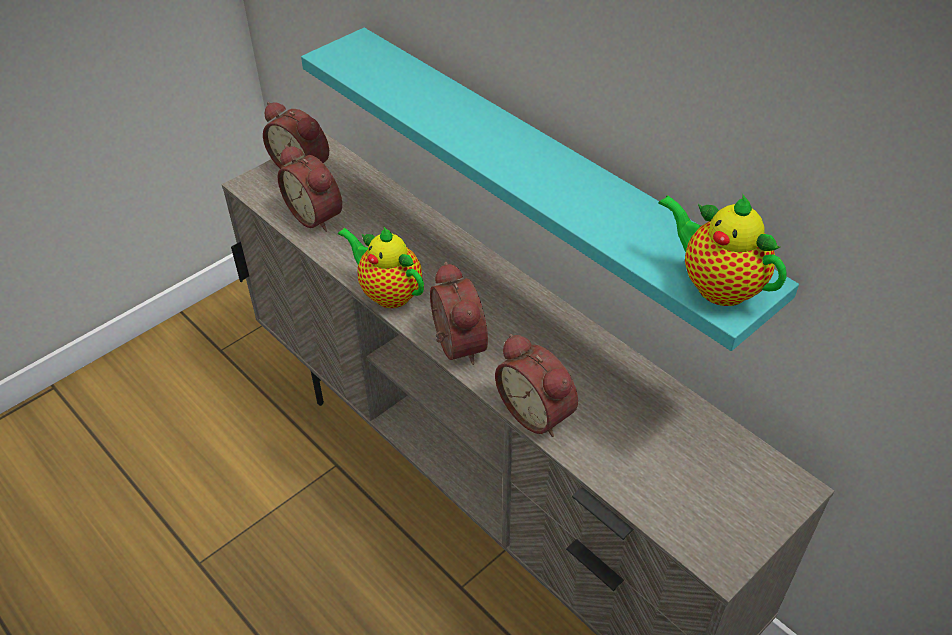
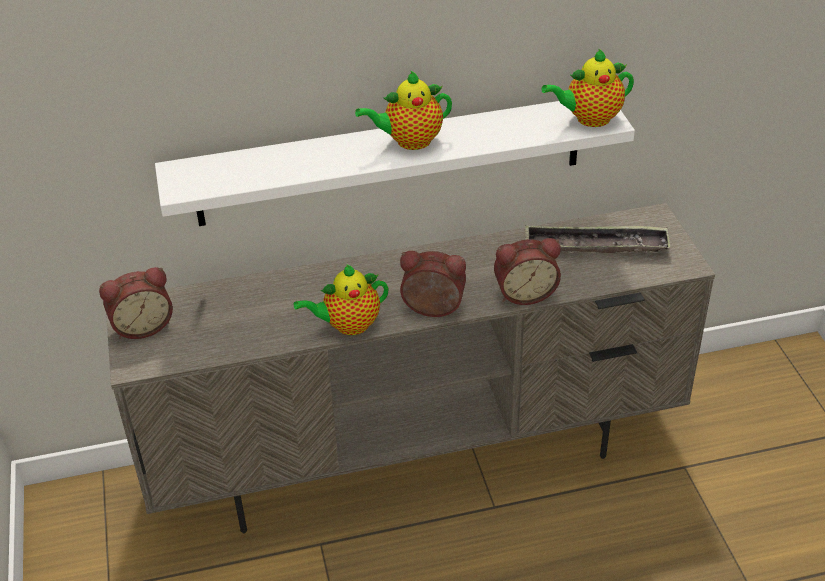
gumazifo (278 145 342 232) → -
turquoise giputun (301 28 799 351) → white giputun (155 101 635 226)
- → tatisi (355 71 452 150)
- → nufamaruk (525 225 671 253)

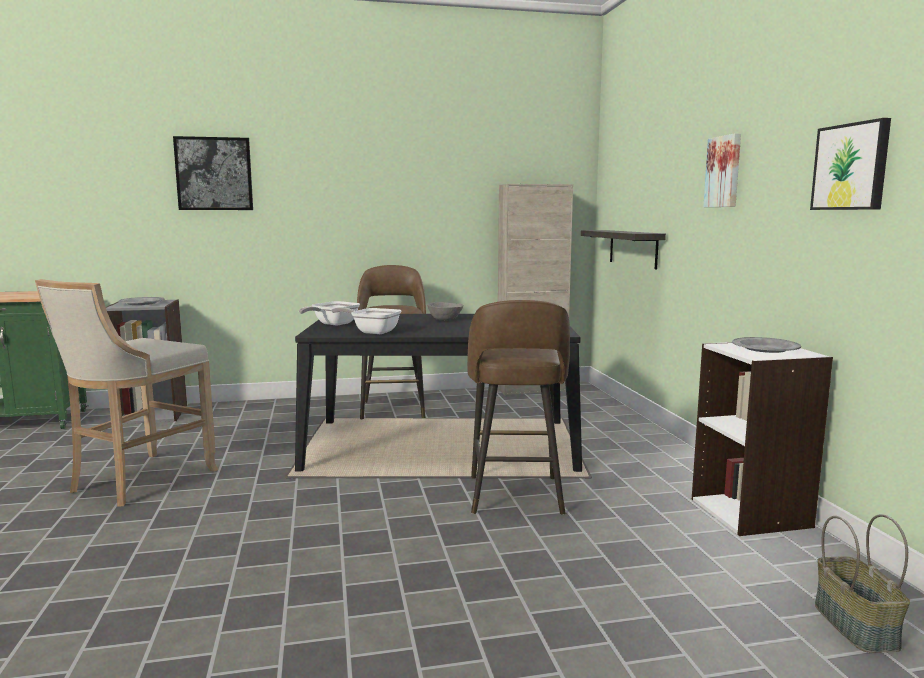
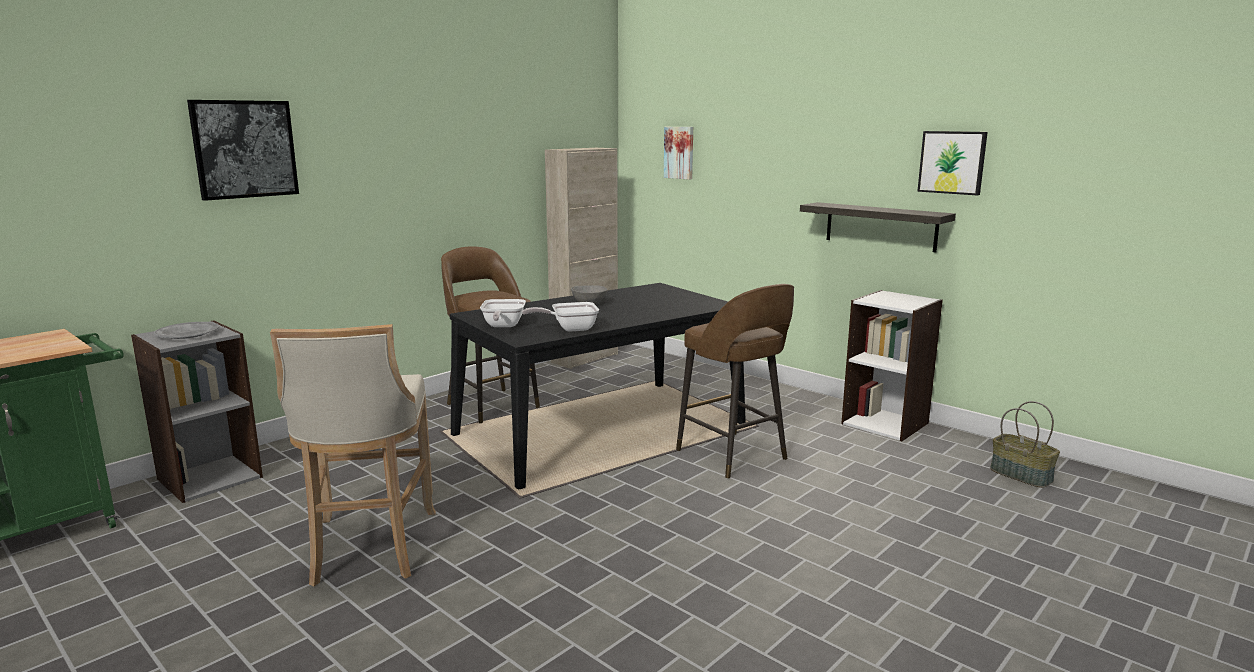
giputun (581 230 666 270) → giputun (800 202 956 253), relocated
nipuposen (703 133 741 207) → nipuposen (664 127 693 180), relocated
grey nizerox (732 337 801 353) → -

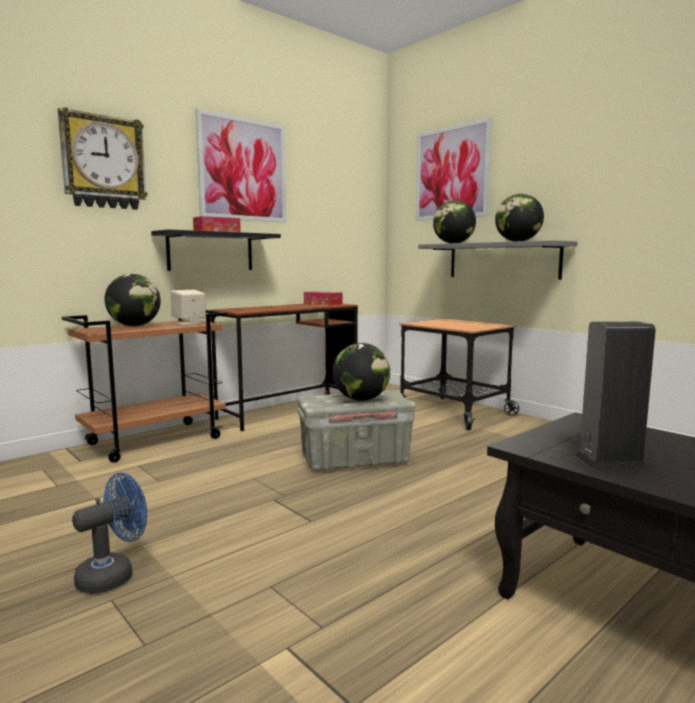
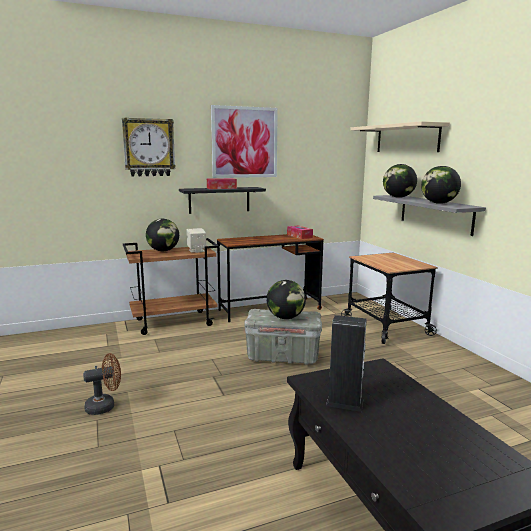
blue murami (72 473 147 594) → brown murami (83 353 121 415)
nipuposen (416 118 492 221) → beige giputun (350 121 450 152)

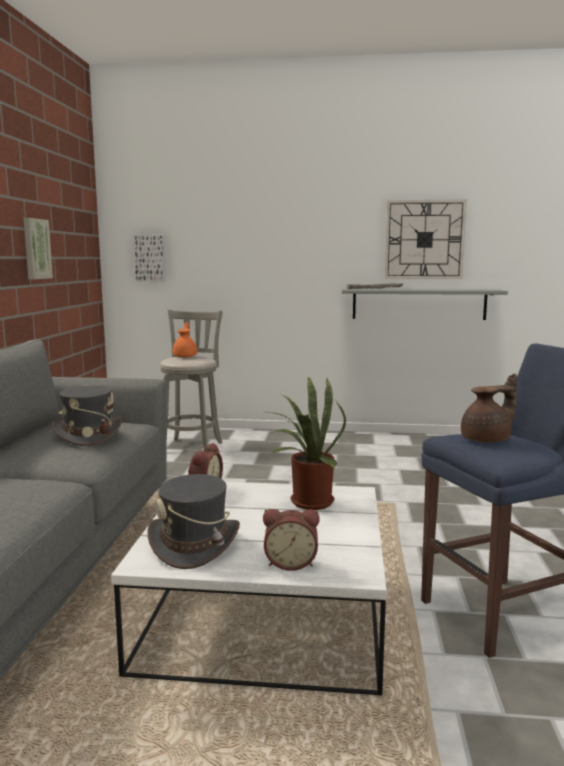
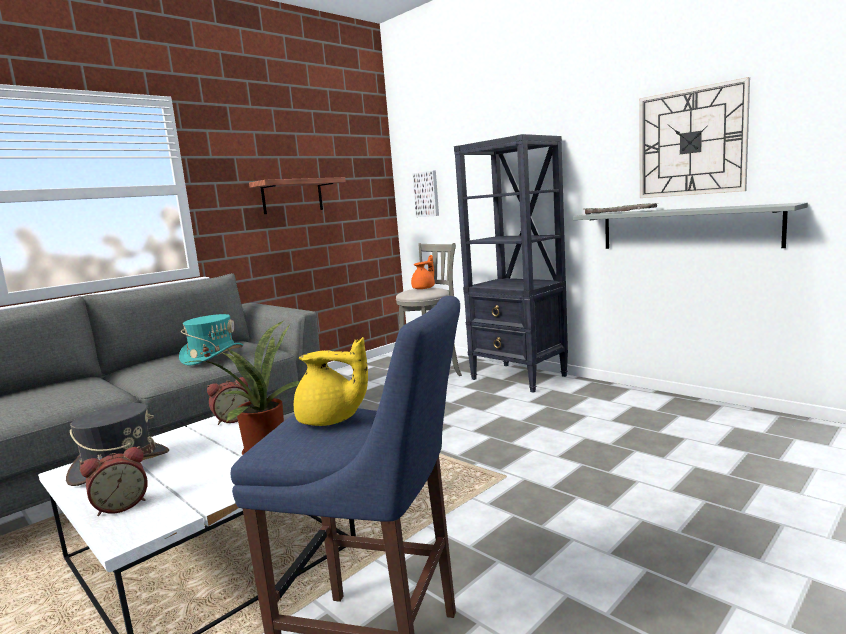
nipuposen (23 218 53 279) → giputun (249 177 346 214)
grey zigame (51 385 123 446) → turquoise zigame (179 314 243 366)
gumazifo (263 509 320 571) → gumazifo (80 446 148 516), 75 degrees counterclockwise
brown tatisi (461 374 517 443) → yellow tatisi (294 337 368 426)
- → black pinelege (454 134 568 393)

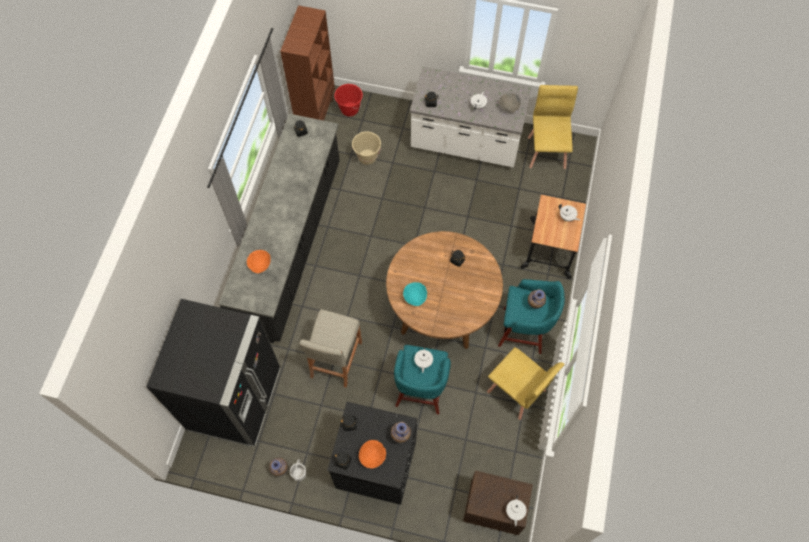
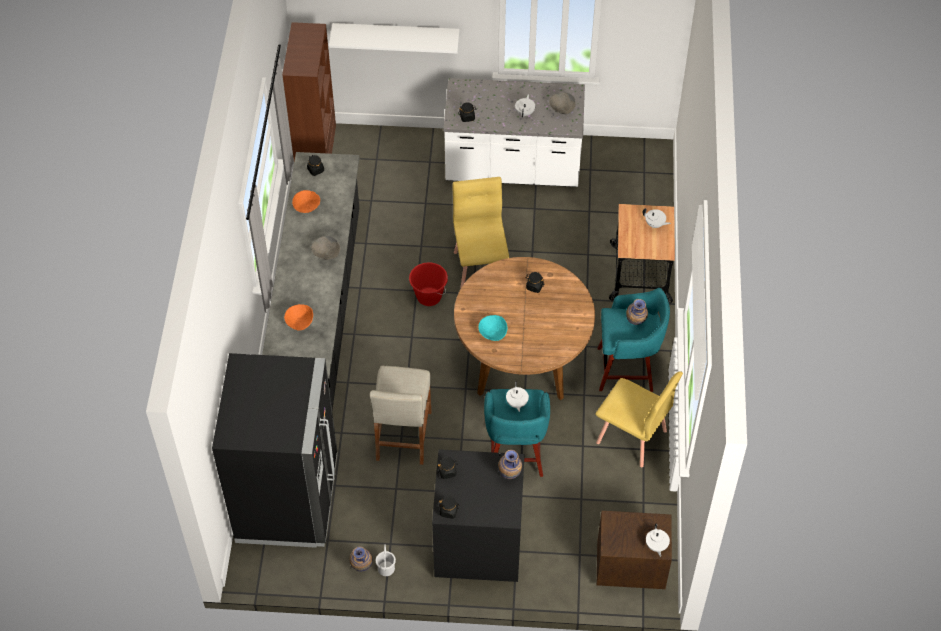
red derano (334 84 363 116) → red derano (409 262 448 306), relocated
beige derano (352 132 381 165) → -
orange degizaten (359 440 386 468) → orange degizaten (292 190 320 213), relocated
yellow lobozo (528 85 578 169) → yellow lobozo (452 177 509 289), relocated
- → grey degizaten (311 236 340 260)
- → white giputun (329 23 460 54)

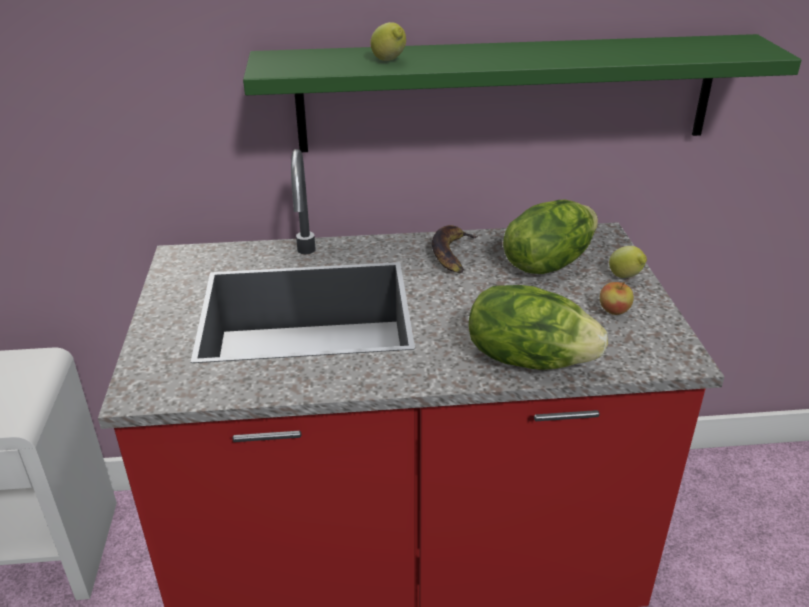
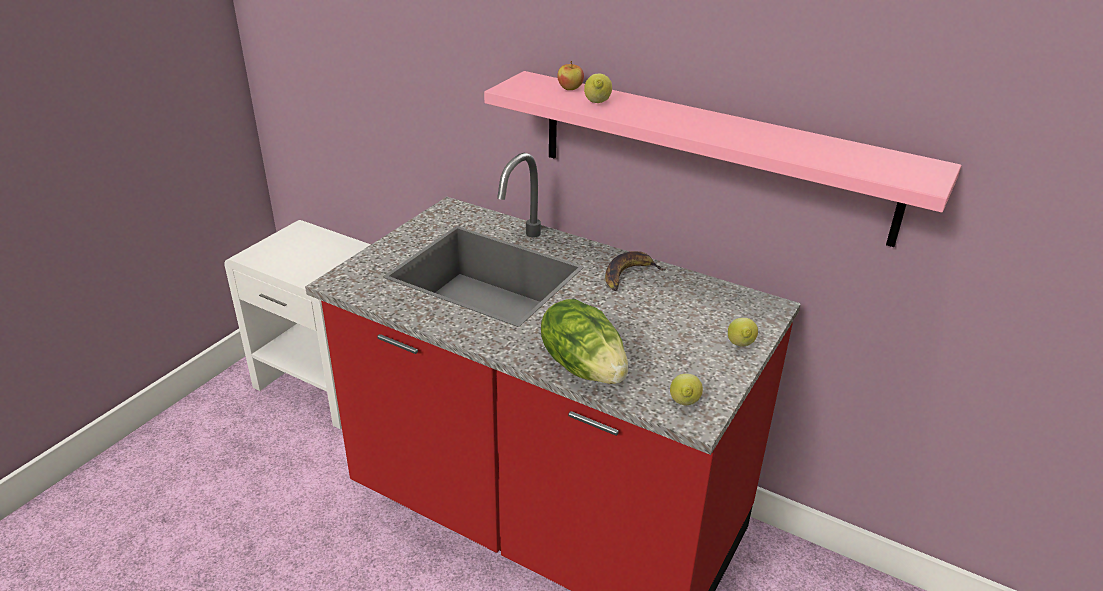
green giputun (243 34 801 152) → pink giputun (484 71 961 247)
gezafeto (503 199 598 274) → -
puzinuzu (600 282 634 315) → puzinuzu (557 61 584 90), relocated
- → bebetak (670 374 703 405)

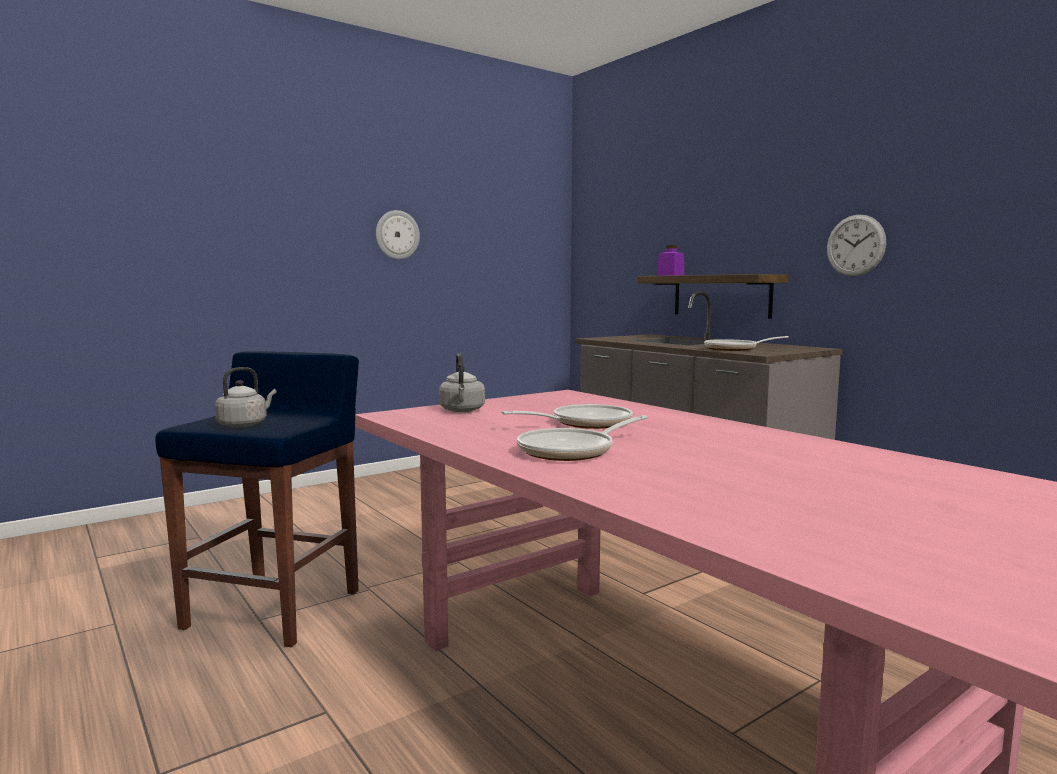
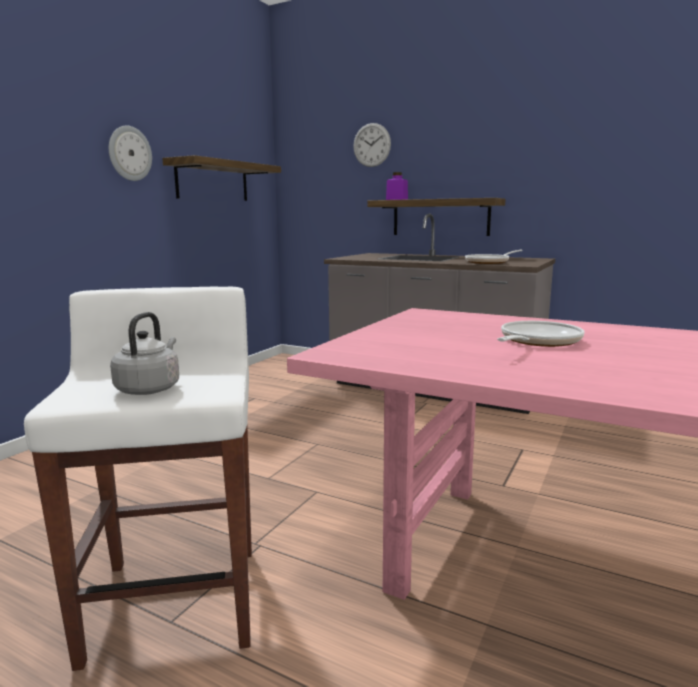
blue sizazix (155 351 359 647) → white sizazix (24 287 252 671)
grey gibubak (439 353 485 412) → -
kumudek (517 415 648 461) → -
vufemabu (827 215 886 277) → vufemabu (353 123 391 167), relocated
- → giputun (162 155 281 201)

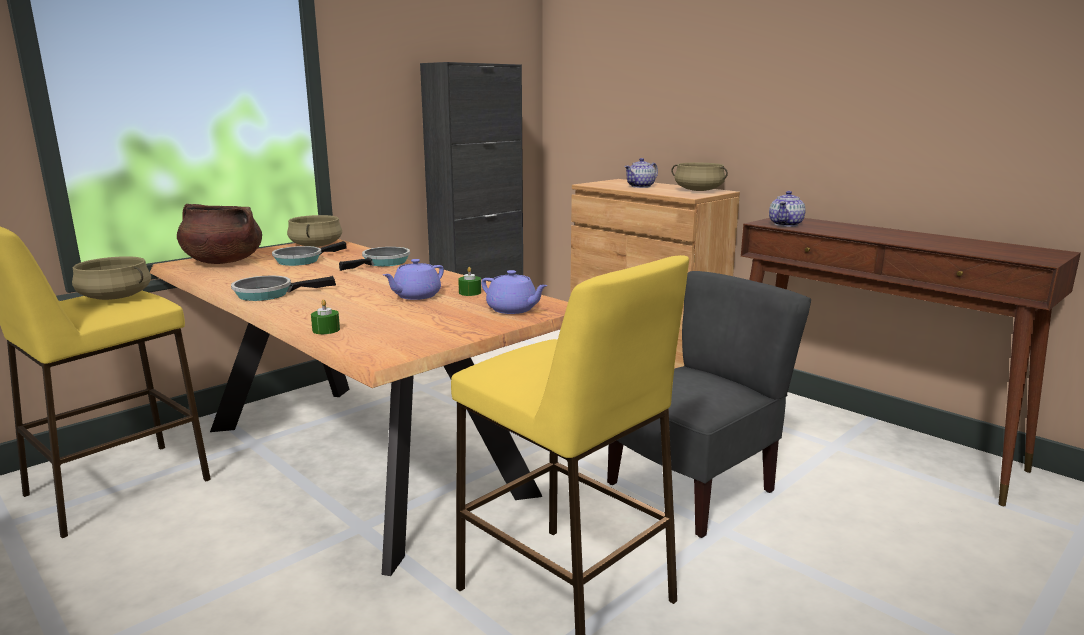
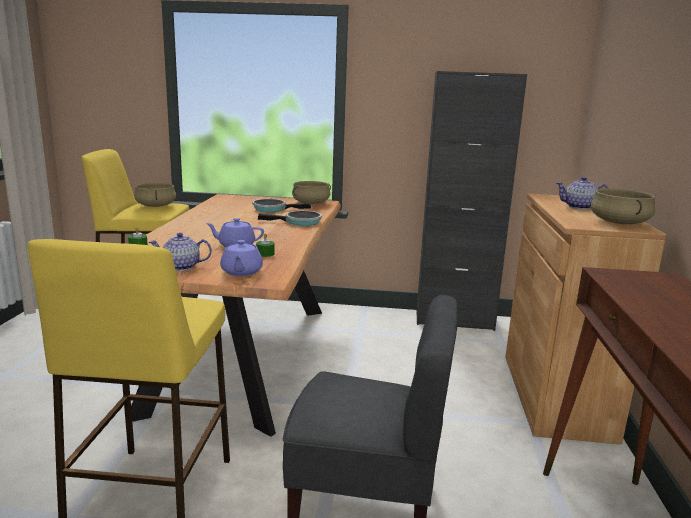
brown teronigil (177 204 262 264) → -
kumudek (231 276 336 301) → -
tatisi (769 191 806 227) → tatisi (149 233 212 271), relocated

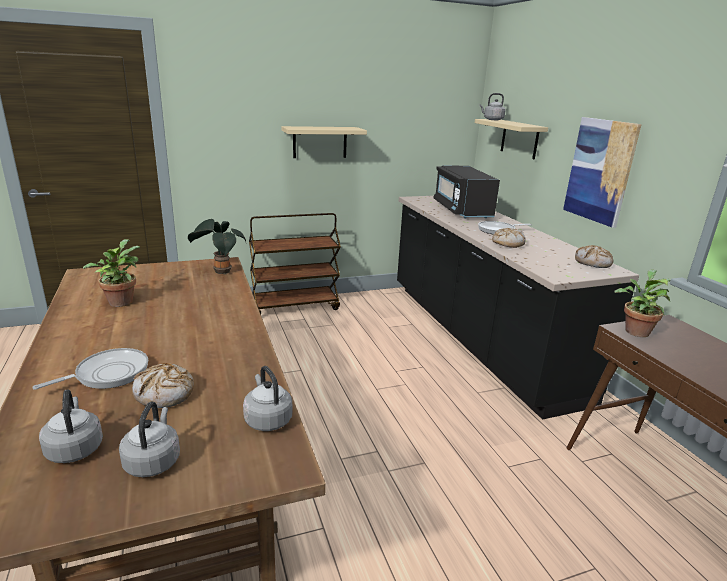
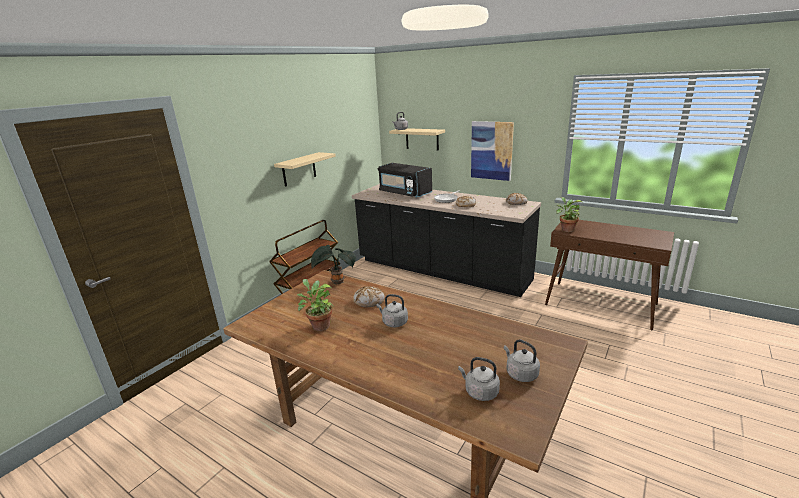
kumudek (32 348 148 390) → -
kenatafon (132 363 194 408) → kenatafon (353 286 385 308), relocated
grey gibubak (243 366 292 431) → grey gibubak (376 294 408 327), relocated

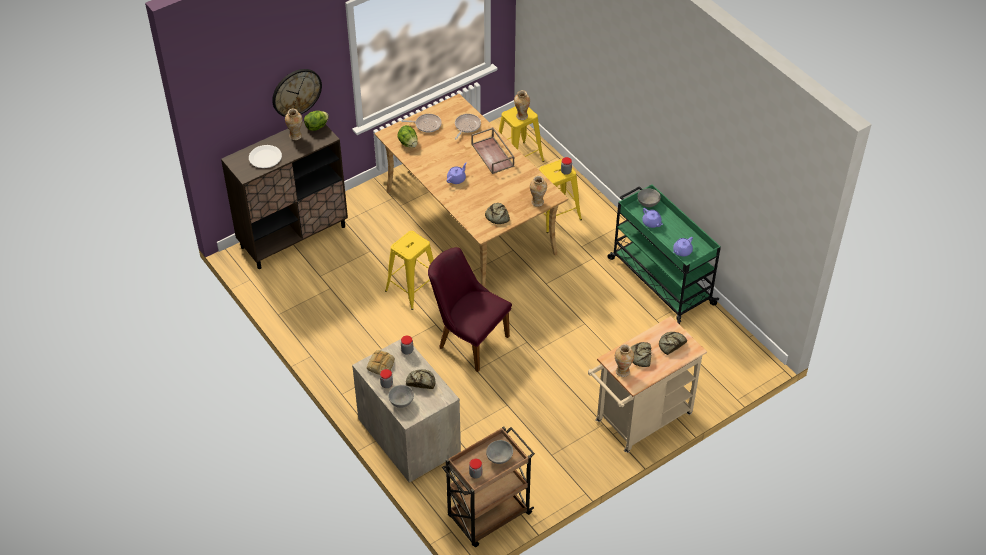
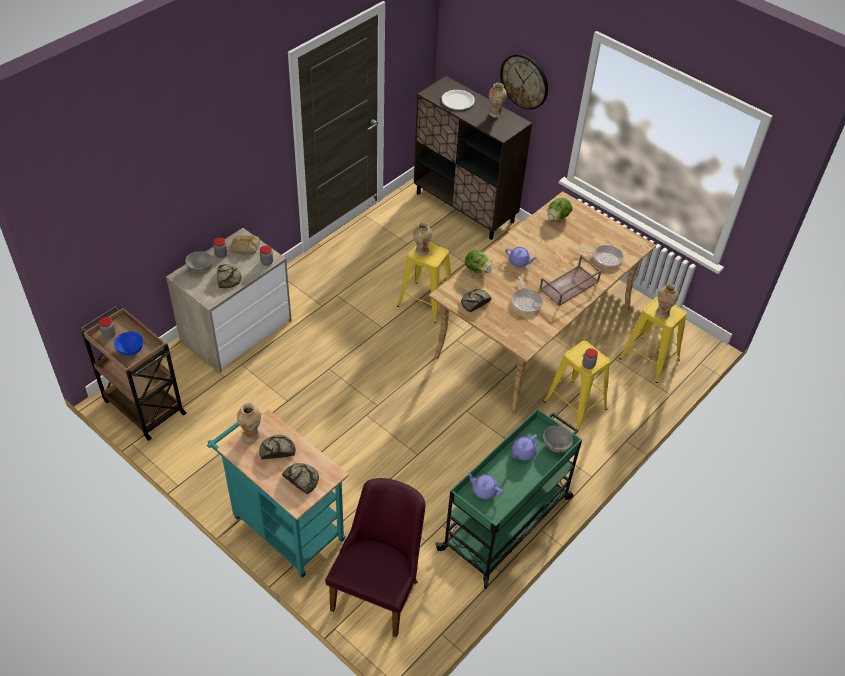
gezafeto (304 111 329 131) → gezafeto (465 250 492 273), relocated
kumudek (401 114 442 133) → kumudek (511 276 543 313), relocated
purple lobozo (428 247 512 372) → purple lobozo (325 478 425 638), relocated
grey degizaten (486 440 513 464) → blue degizaten (114 331 143 355)
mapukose (530 176 547 207) → mapukose (413 222 432 256), relocated
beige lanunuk (588 316 707 453) → turquoise lanunuk (207 409 349 578)

